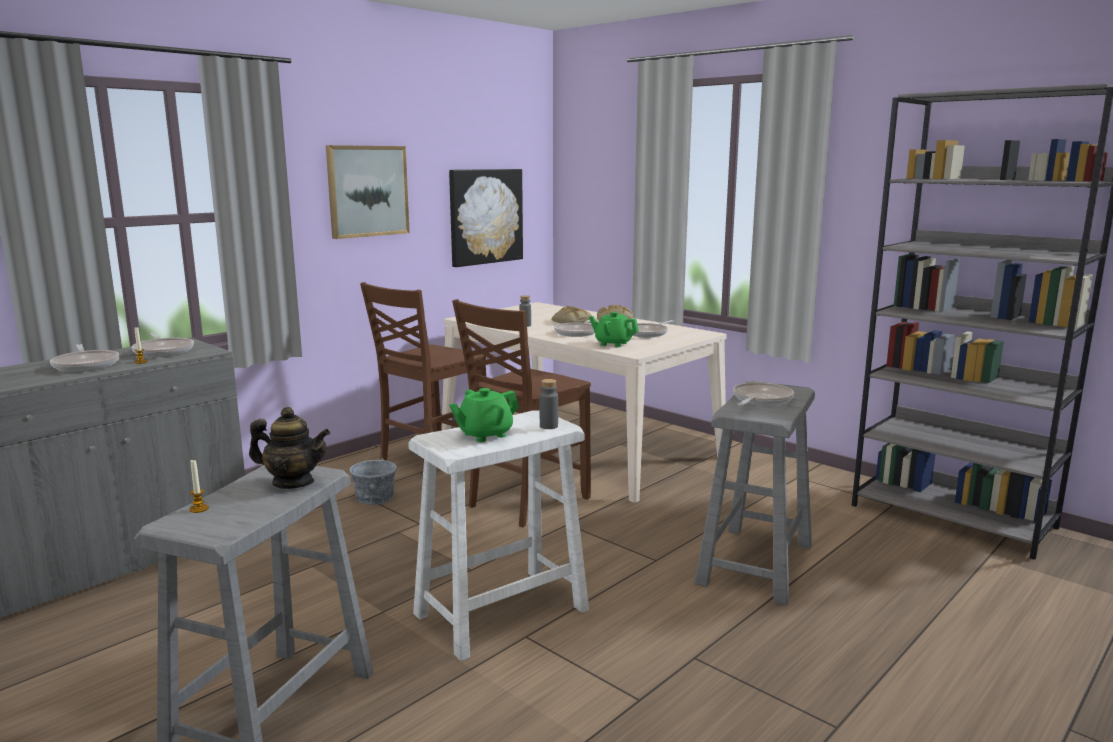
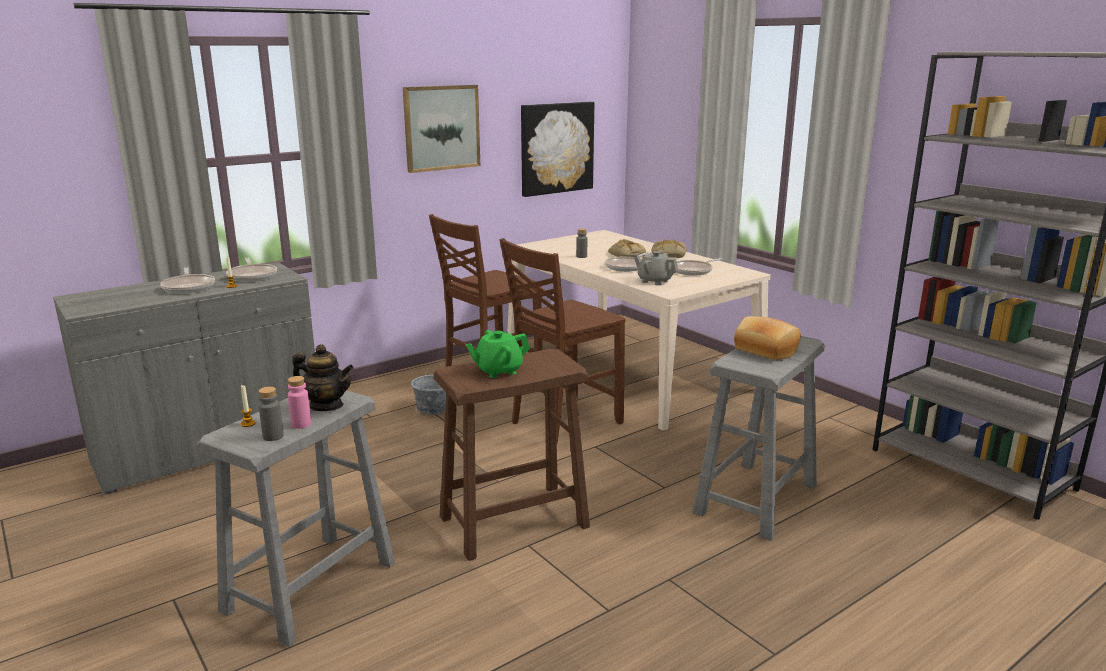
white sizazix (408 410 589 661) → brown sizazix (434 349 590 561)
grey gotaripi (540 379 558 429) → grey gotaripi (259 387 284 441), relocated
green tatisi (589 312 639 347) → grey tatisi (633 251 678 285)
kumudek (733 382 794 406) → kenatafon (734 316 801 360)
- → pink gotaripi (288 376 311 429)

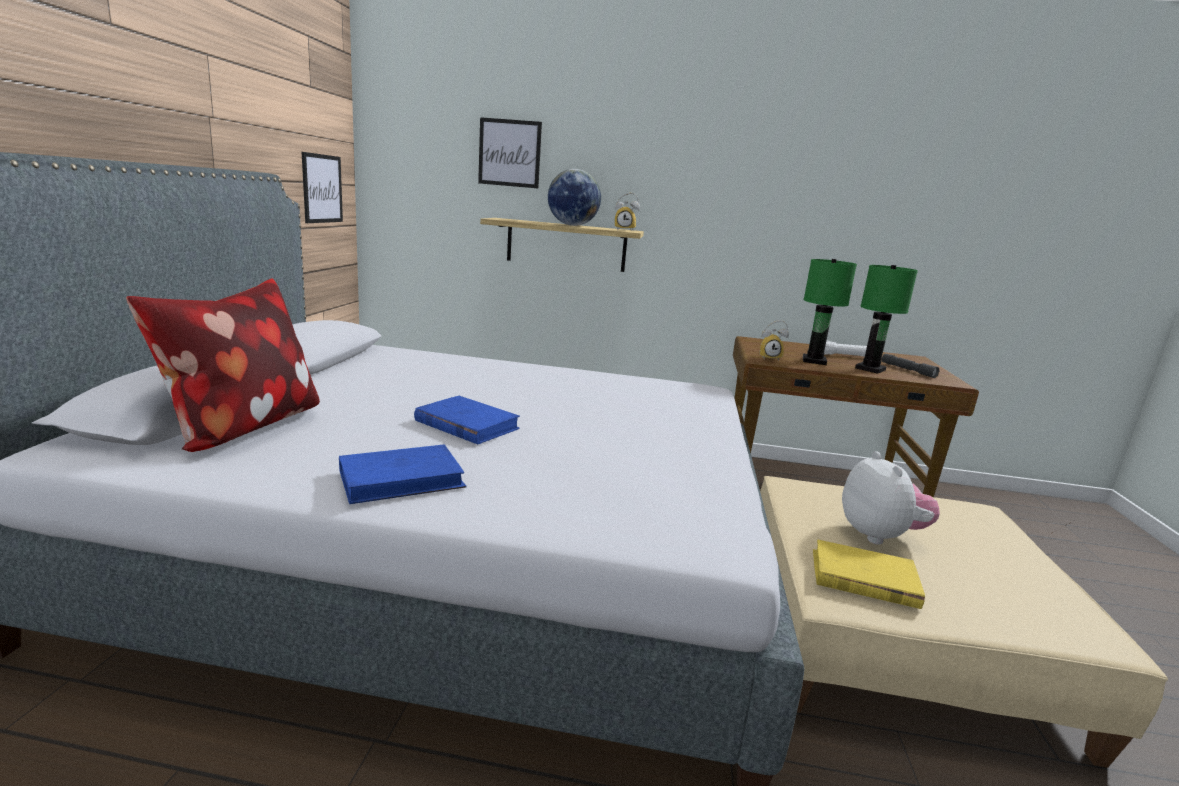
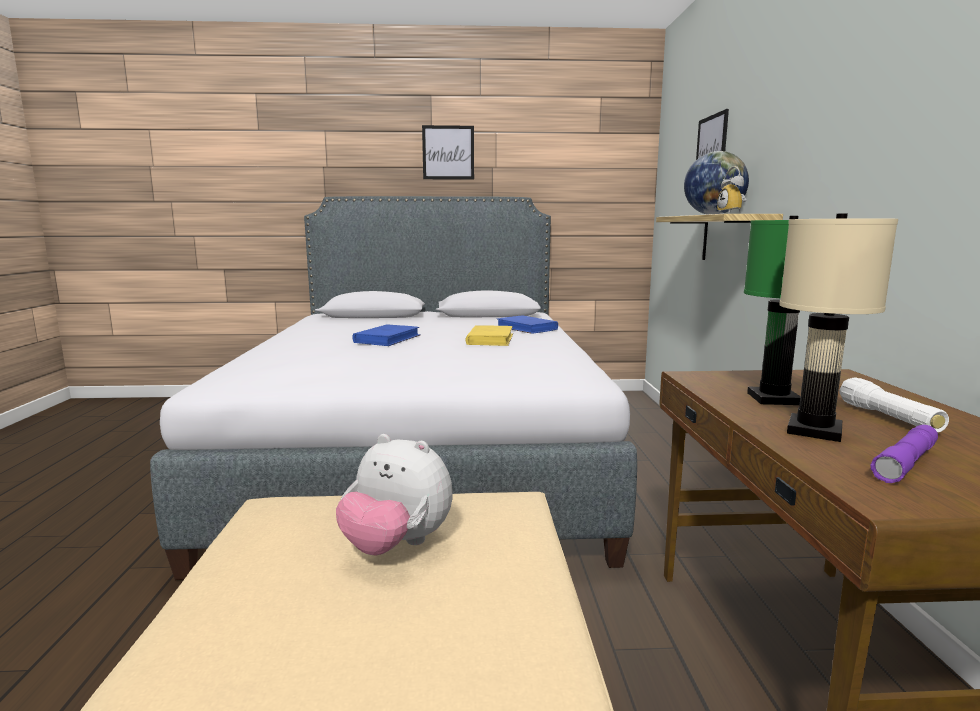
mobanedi (126 278 320 452) → -
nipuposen (302 152 343 223) → nipuposen (422 125 474 180), relocated
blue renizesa (339 444 466 504) → blue renizesa (497 315 558 334), relocated
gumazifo (759 320 789 361) → -
yellow renizesa (813 539 925 609) → yellow renizesa (465 325 513 346), relocated
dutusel (842 452 940 545) → dutusel (336 434 453 556), 45 degrees clockwise
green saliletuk (855 265 918 374) → beige saliletuk (779 214 898 442)
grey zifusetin (882 354 940 378) → purple zifusetin (870 425 938 483)

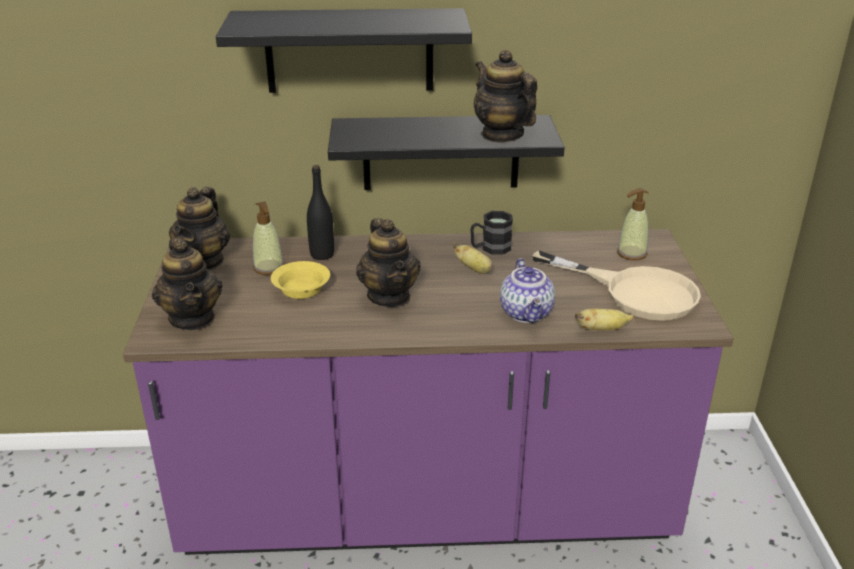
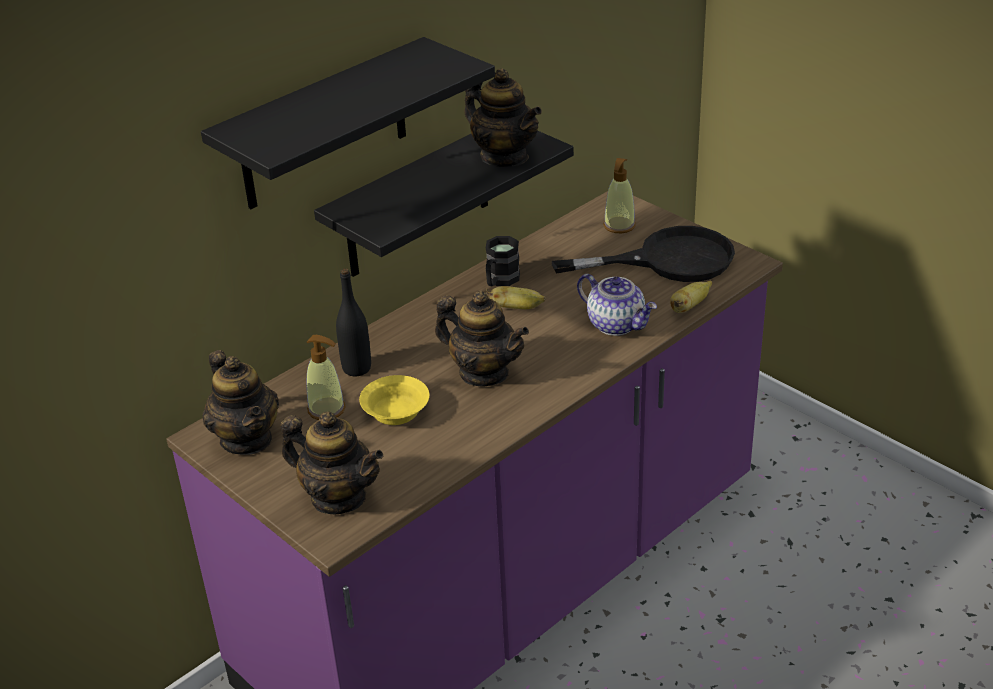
tatisi (474 49 537 142) → tatisi (464 69 542 167), 150 degrees counterclockwise
beige kumudek (532 250 701 321) → black kumudek (552 226 735 282)

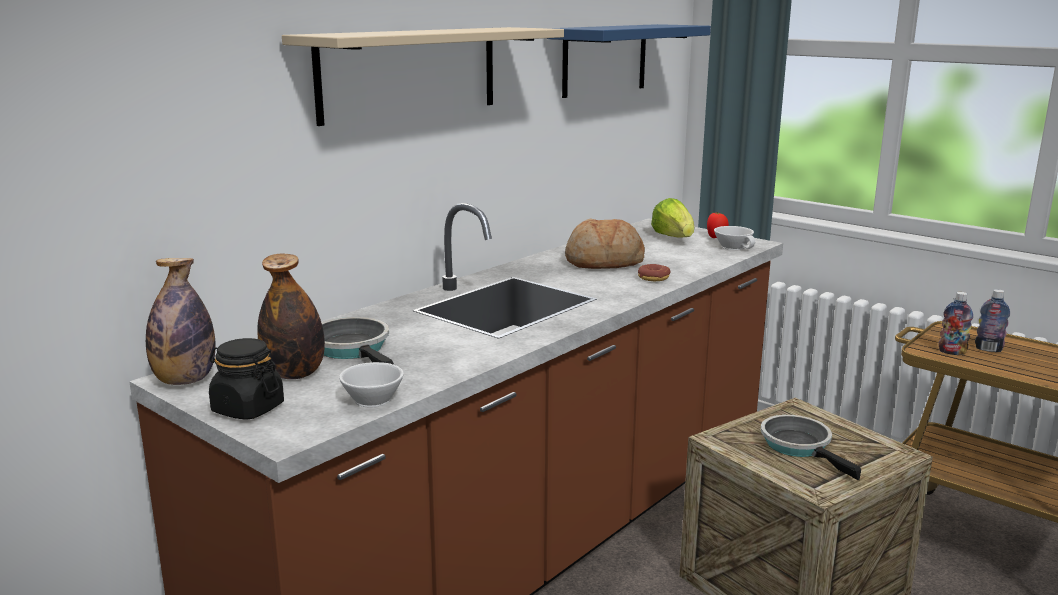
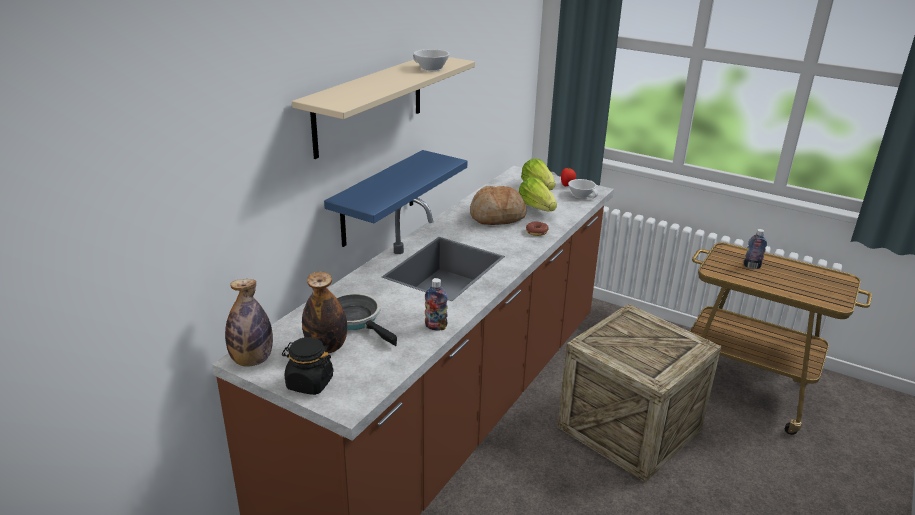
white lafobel (339 362 404 407) → white lafobel (413 49 450 71), relocated
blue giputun (547 24 711 98) → blue giputun (324 150 467 247), relocated
kumudek (761 415 861 480) → -
gotaripi (939 292 973 355) → gotaripi (425 278 448 331), relocated
- → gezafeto (519 178 557 211)

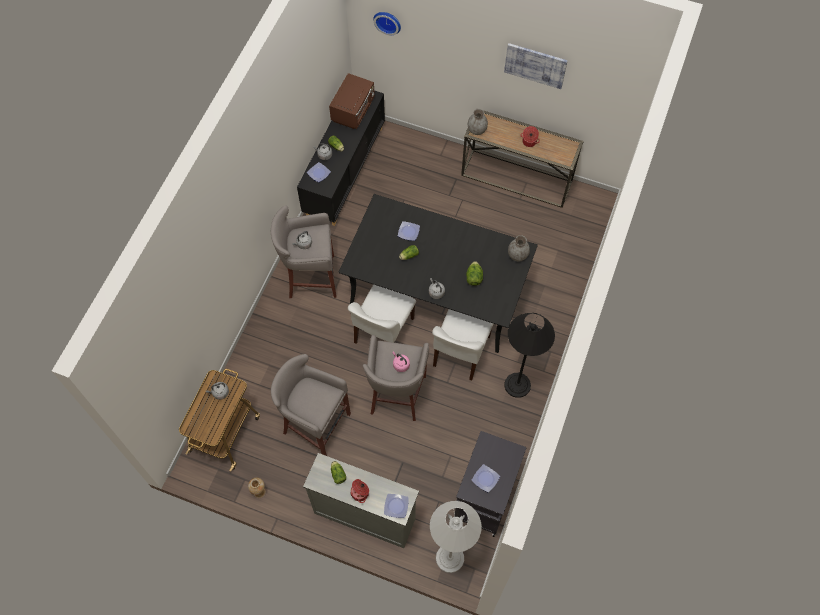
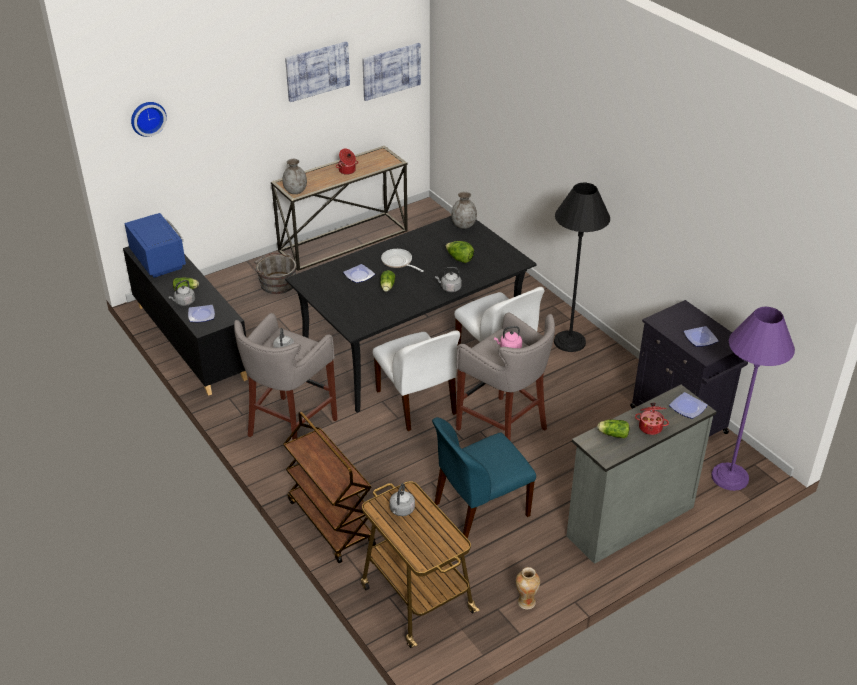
grey sizazix (271 354 351 456) → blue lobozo (432 417 536 539)
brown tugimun (329 73 375 129) → blue tugimun (124 213 186 278)
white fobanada (430 501 482 573) → purple fobanada (711 307 795 491)
- → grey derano (252 253 297 294)
- → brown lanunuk (283 412 376 563)
- → nipuposen (362 43 421 101)
- → kumudek (381 249 424 272)

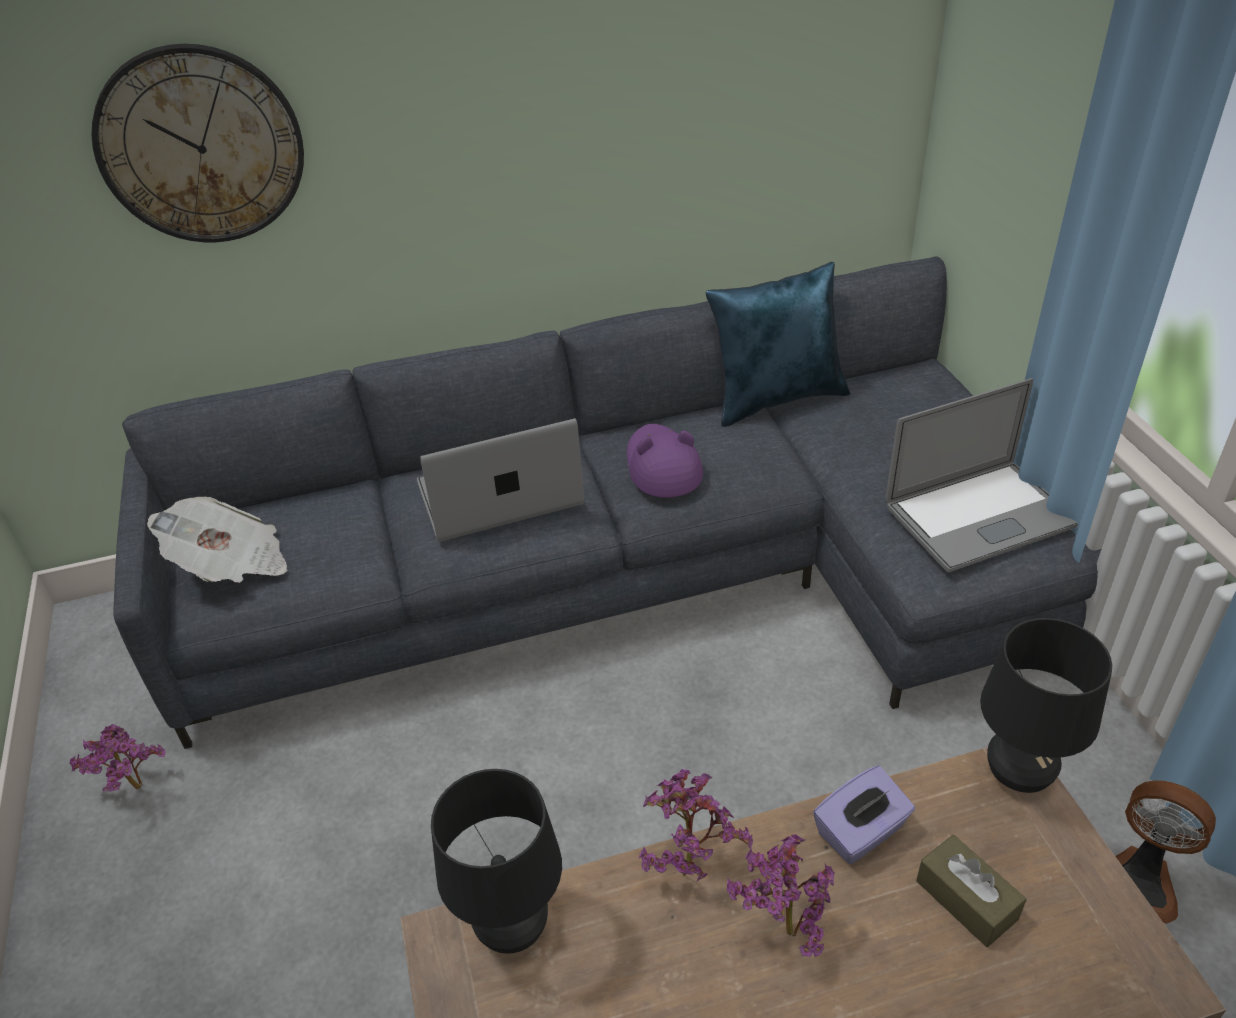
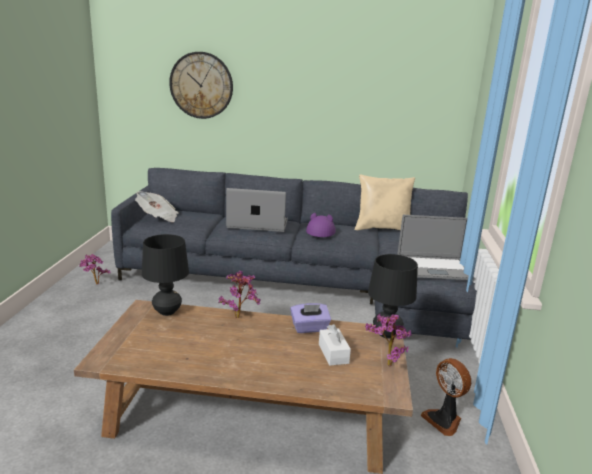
blue mobanedi (706 262 850 427) → beige mobanedi (355 175 415 230)
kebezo (726 834 835 957) → kebezo (365 314 412 366), relocated
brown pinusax (916 835 1026 947) → white pinusax (319 324 351 366)

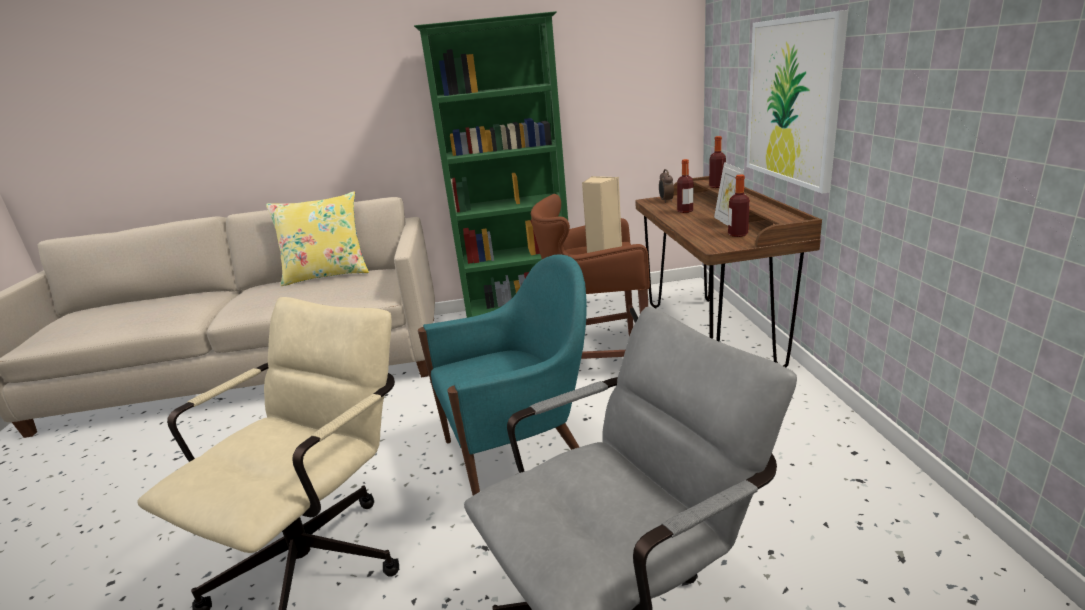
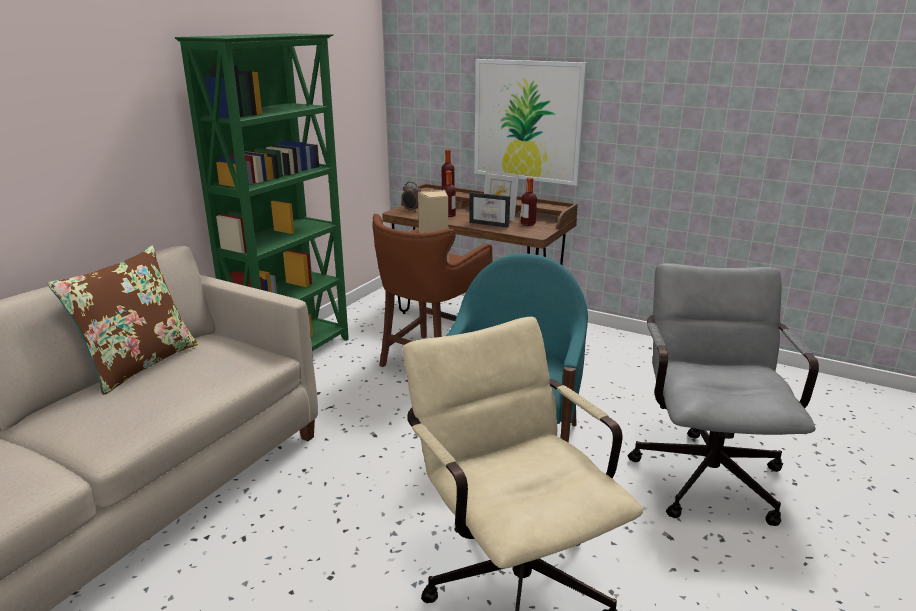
yellow mobanedi (266 192 369 286) → brown mobanedi (47 245 198 395)
- → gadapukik (469 192 510 228)

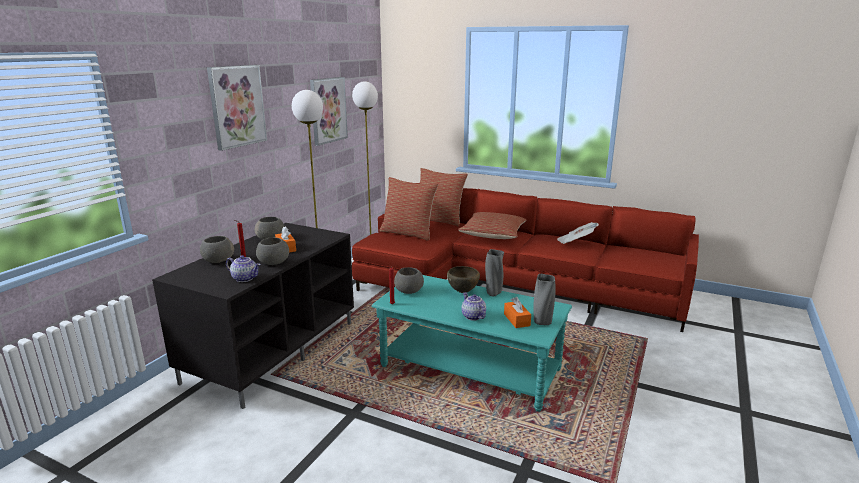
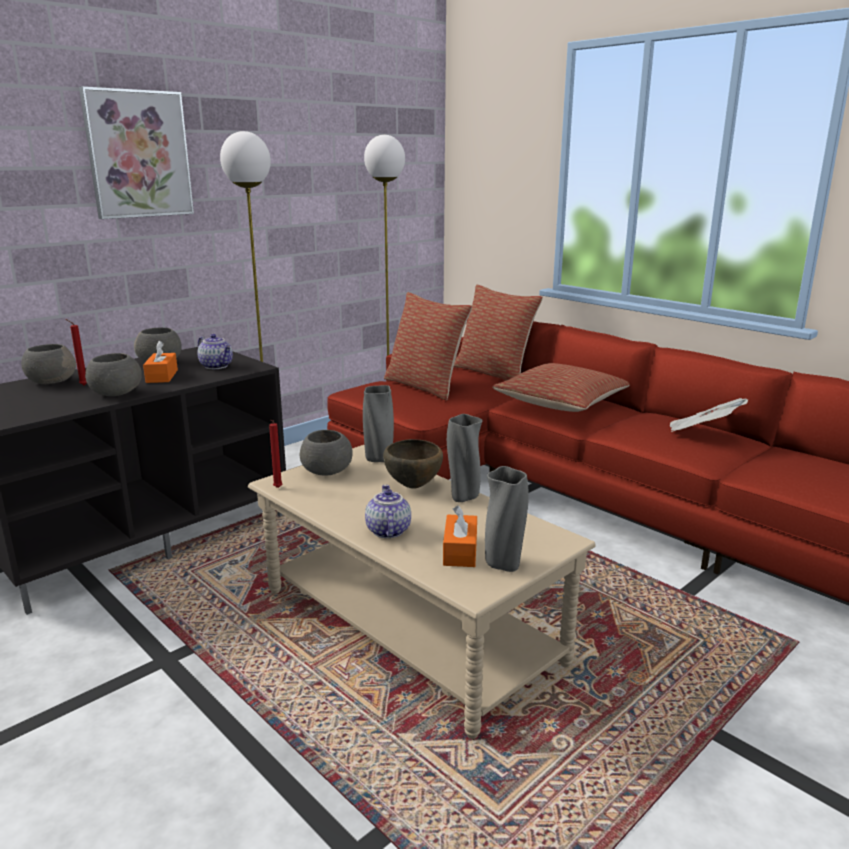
tatisi (226 255 261 282) → tatisi (197 334 233 369), relocated
nipuposen (310 77 348 146) → -
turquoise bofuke (372 275 572 412) → beige bofuke (248 445 596 739)
- → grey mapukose (363 385 394 462)

